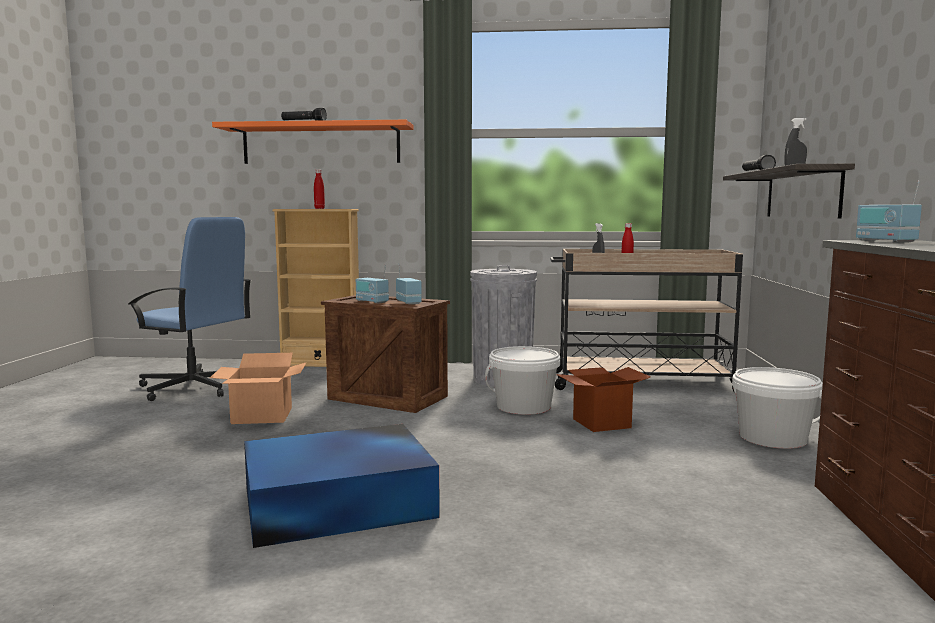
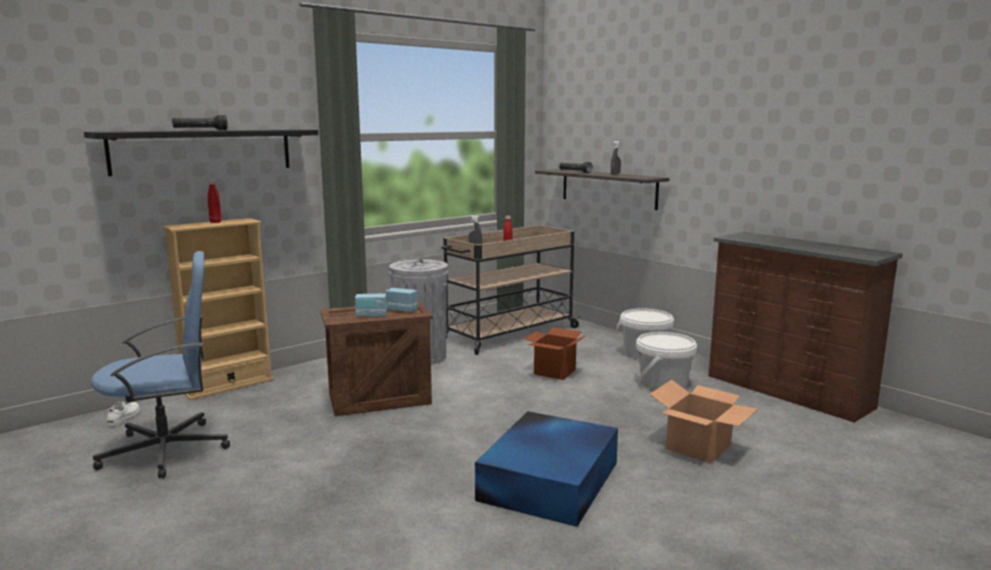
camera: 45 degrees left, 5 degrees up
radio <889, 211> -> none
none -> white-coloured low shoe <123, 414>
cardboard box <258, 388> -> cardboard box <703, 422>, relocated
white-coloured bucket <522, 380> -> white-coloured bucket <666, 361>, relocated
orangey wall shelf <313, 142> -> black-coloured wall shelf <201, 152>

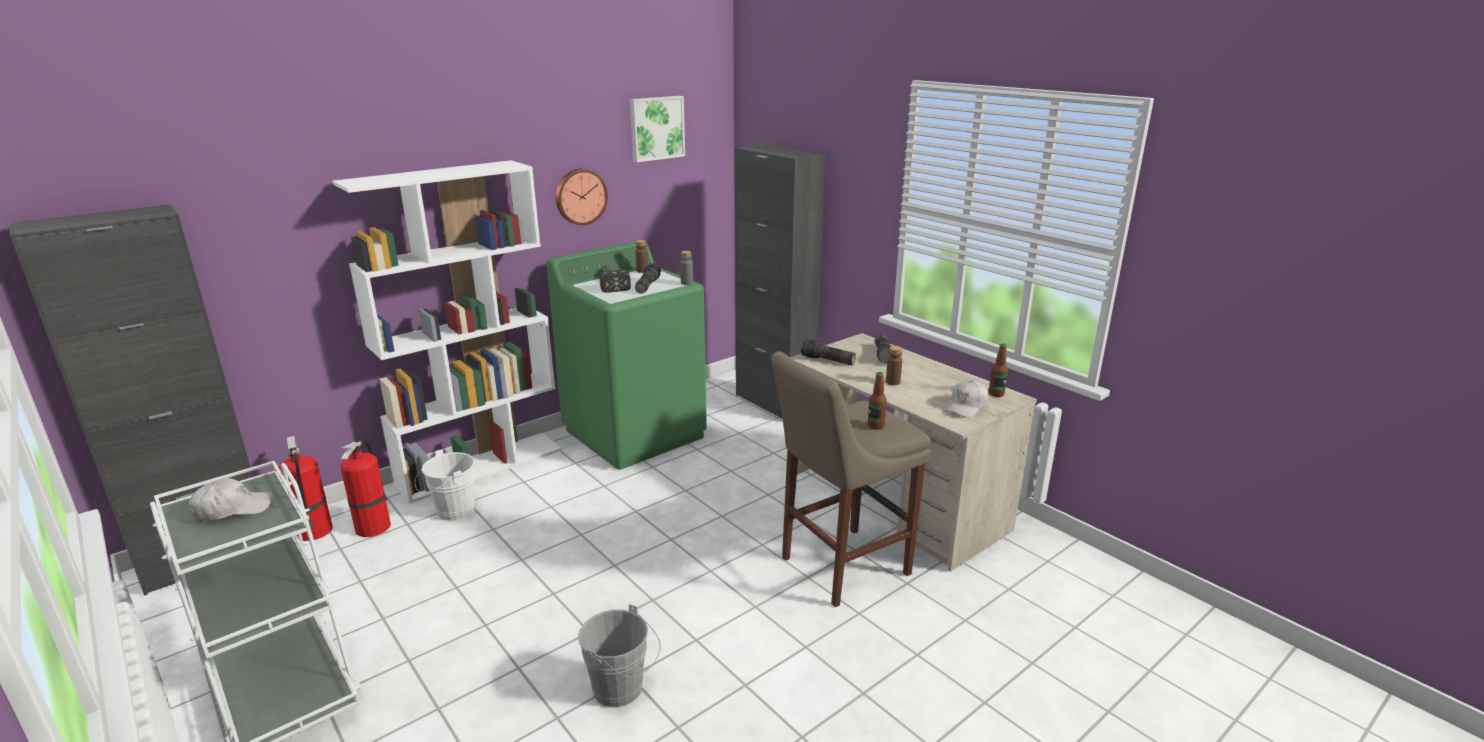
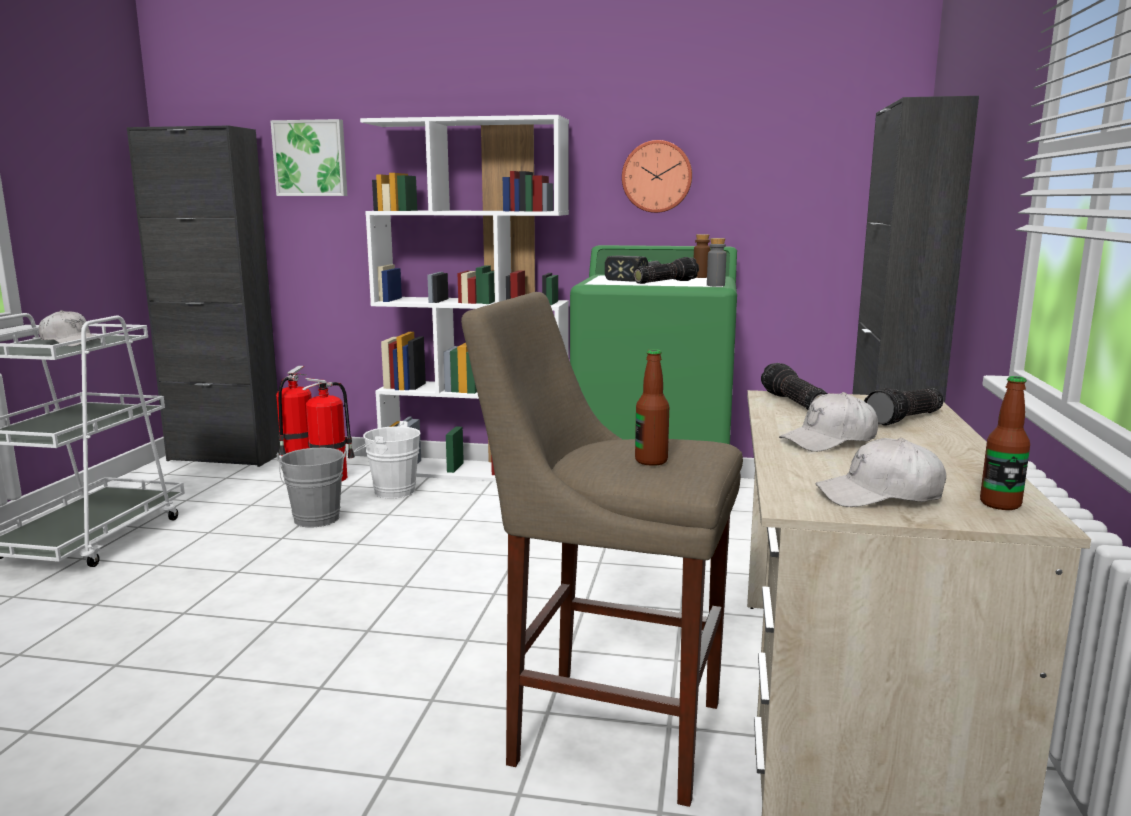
camera: 50 degrees right, 10 degrees down
grey bucket <619, 656> -> grey bucket <312, 488>, relocated
wall art <657, 129> -> wall art <308, 157>, relocated
brown-coloured drink bottle <894, 365> -> white-coloured baseball cap <828, 422>

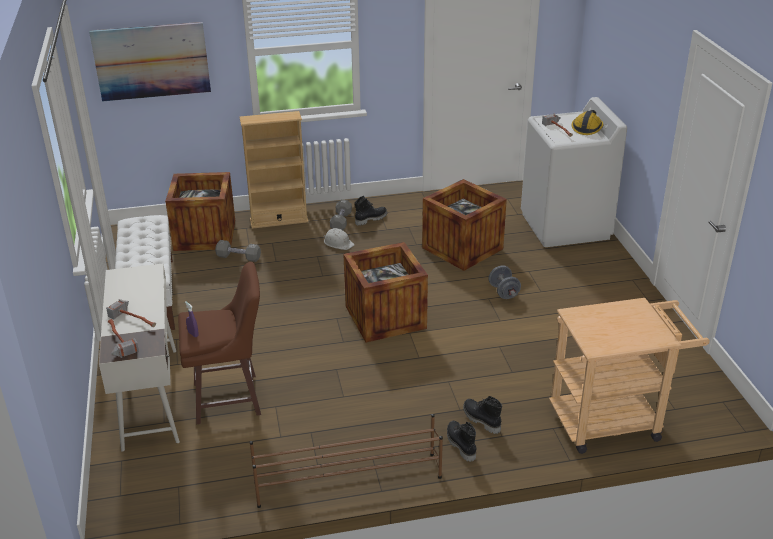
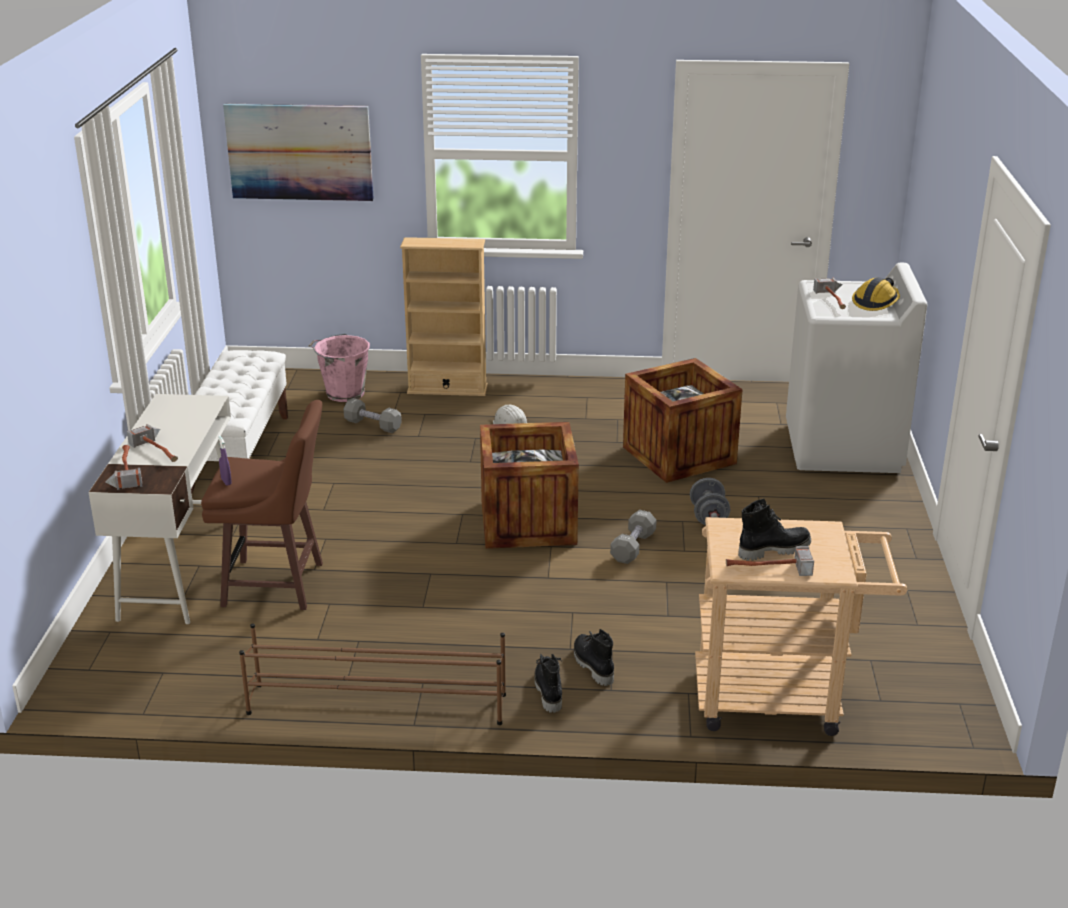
camera: 15 degrees right, 5 degrees down
none -> hammer <770, 561>
grey dumbbell <341, 215> -> grey dumbbell <633, 537>, relocated
black-coloured boot <371, 211> -> black-coloured boot <774, 530>, relocated
shipping crate <200, 211> -> pinkish bucket <339, 368>

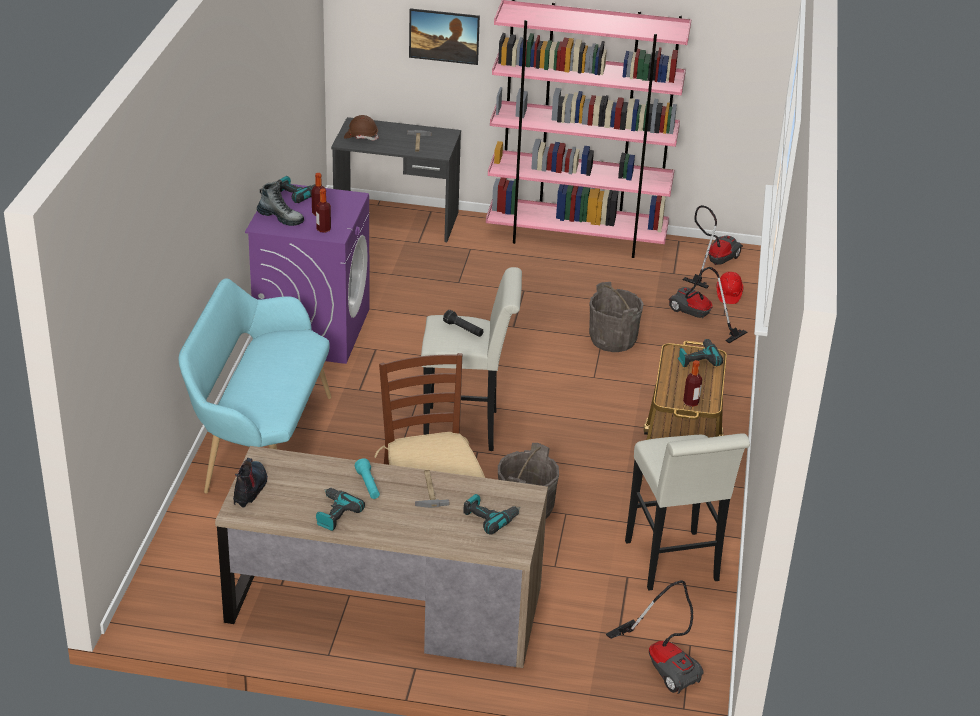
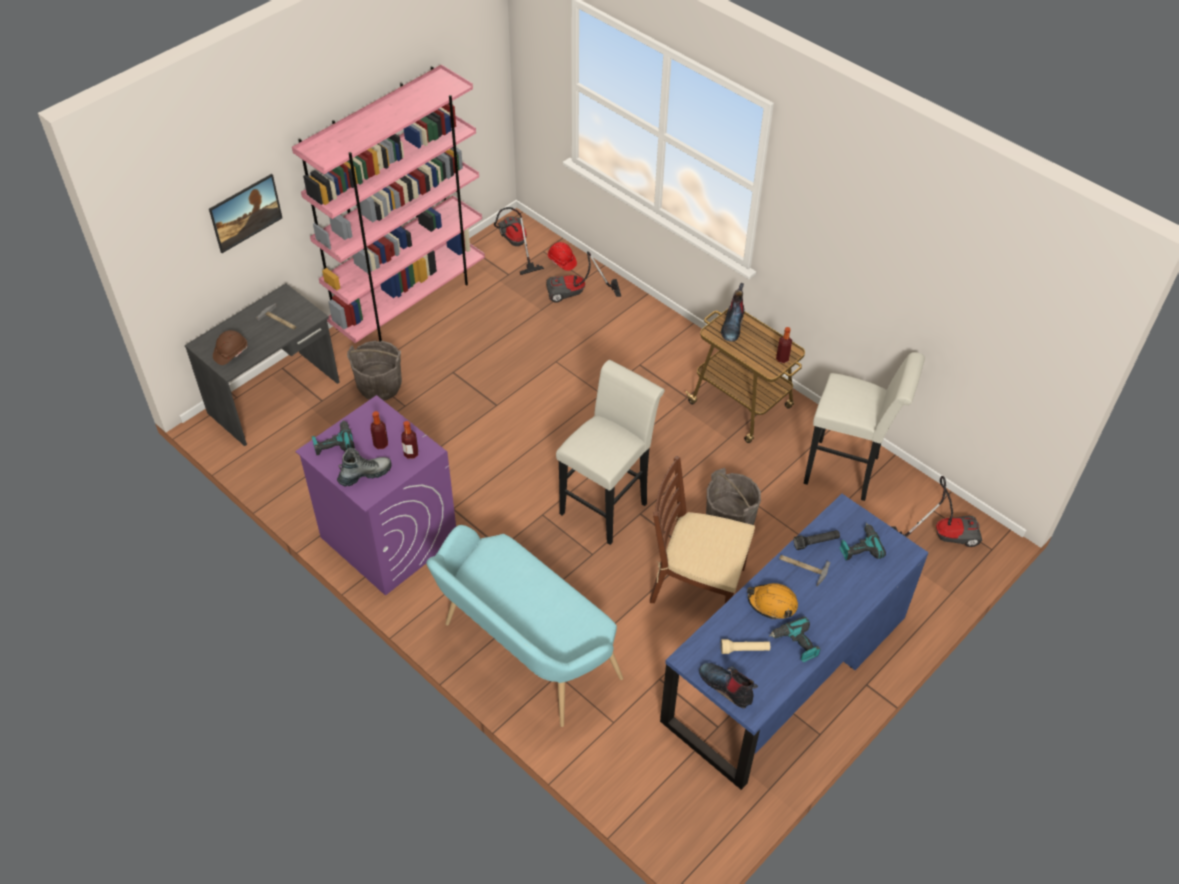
camera: 55 degrees left, 15 degrees up
none -> beige hand torch <745, 646>
black-coloured hand torch <463, 323> -> black-coloured hand torch <817, 540>, relocated
grey bucket <616, 317> -> grey bucket <374, 370>, relocated
turquoise-coloured hand torch <367, 478> -> orangey work helmet <772, 601>
power drill <700, 353> -> boot <732, 312>
brown-coloured desk unit <381, 557> -> bluish desk unit <794, 642>

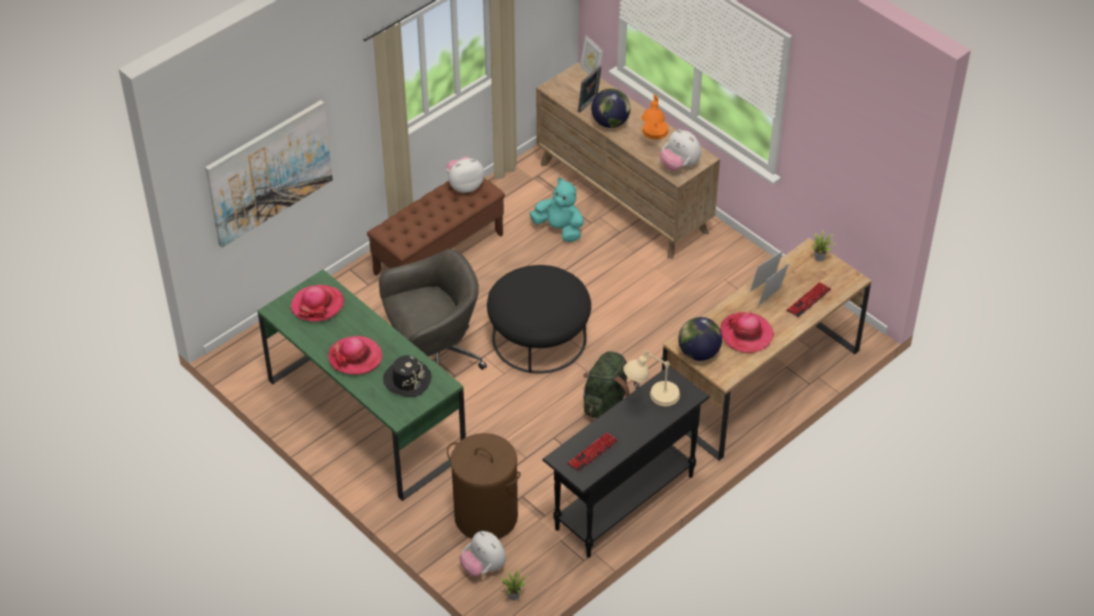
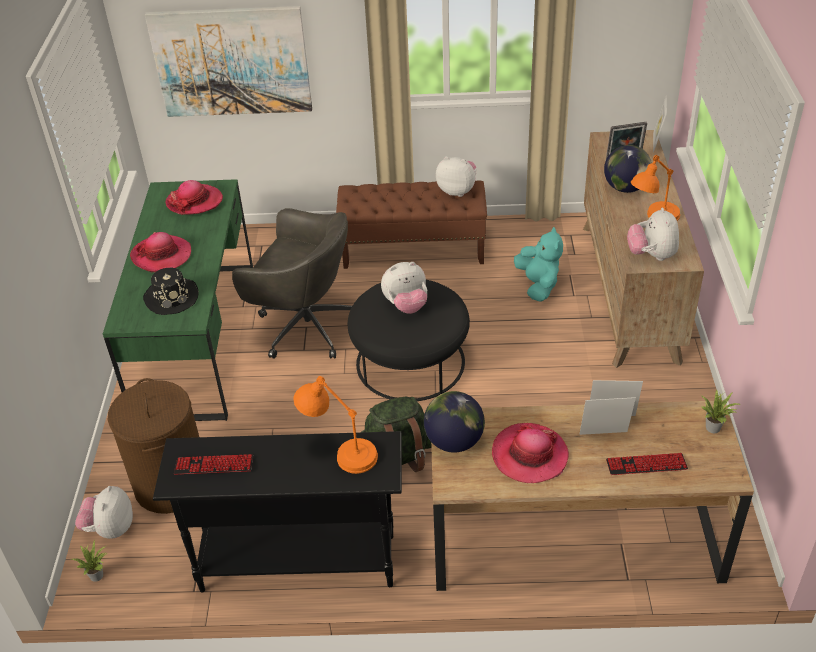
camera: 45 degrees right, 5 degrees down
none -> soft toy <404, 288>
beige tabletop lamp <651, 378> -> orangey tabletop lamp <335, 425>

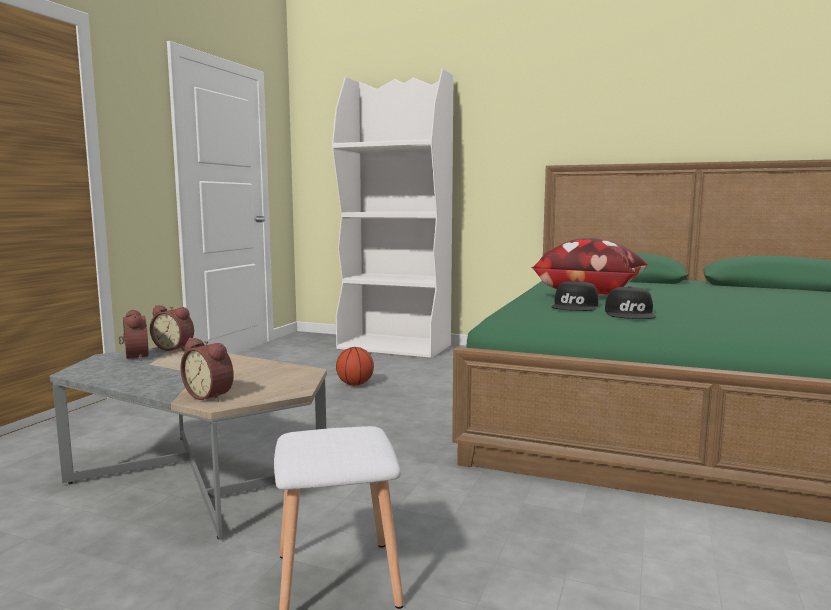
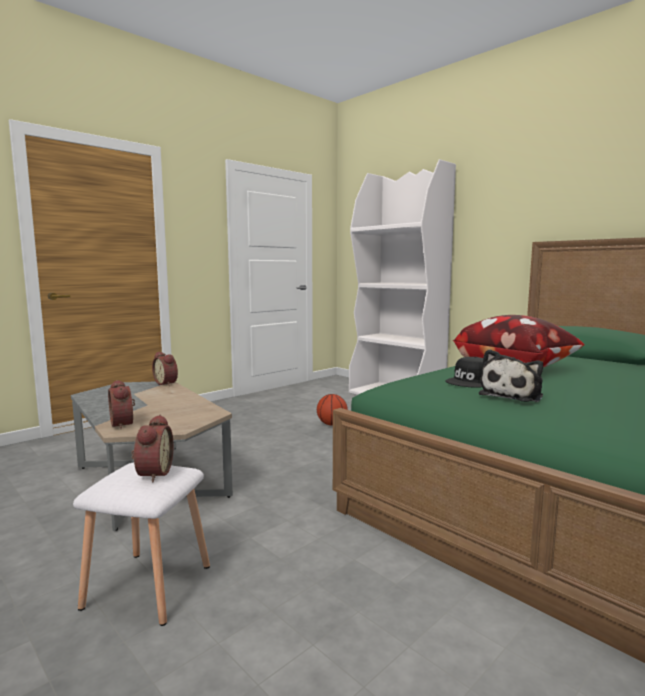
camera: 25 degrees right, 0 degrees up
table clock <133, 335> -> table clock <152, 449>, relocated
black-coloured baseball cap <630, 302> -> soft toy <511, 375>

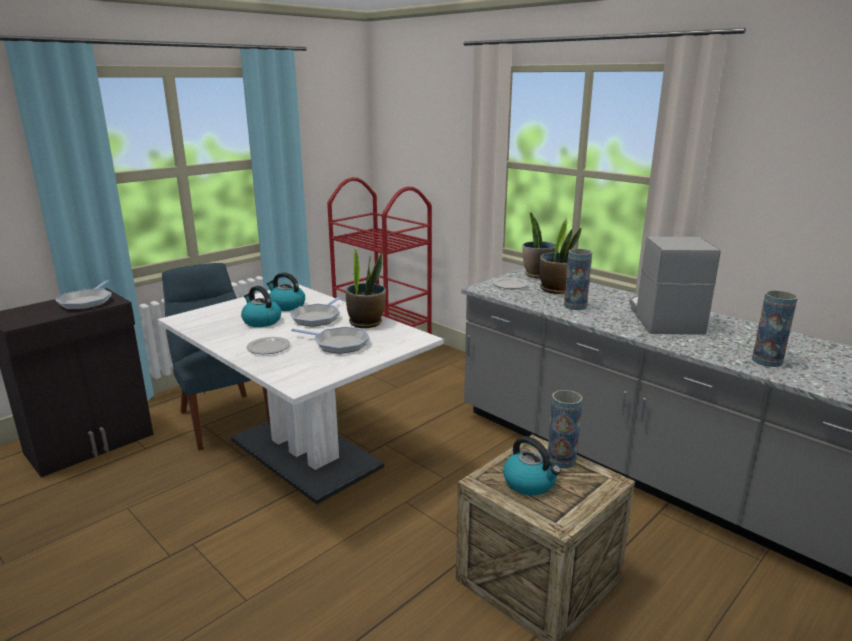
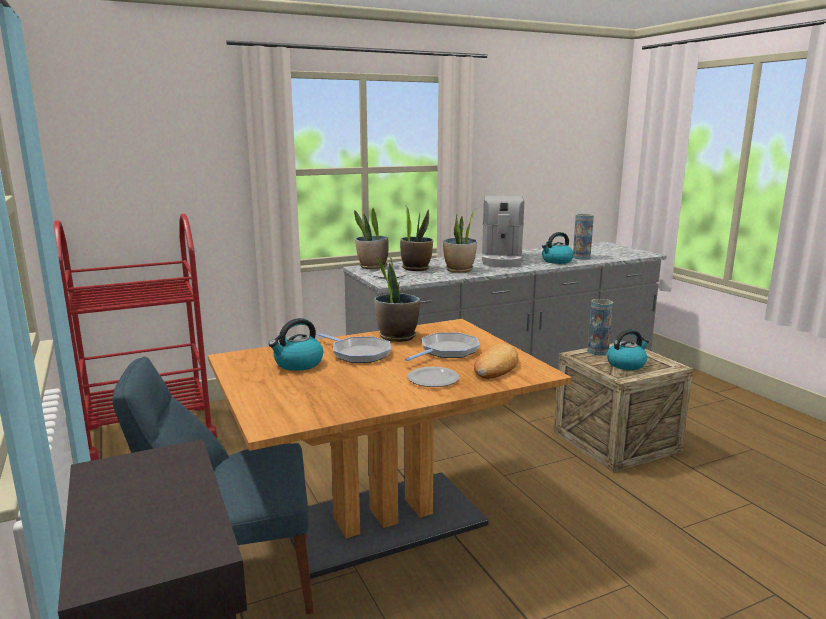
camera: 70 degrees left, 5 degrees down
pan <83, 295> -> none
none -> bread <496, 361>
water kettle <261, 306> -> water kettle <558, 248>, relocated
vase <578, 279> -> houseplant <460, 240>
white-coloured kitchen table <300, 394> -> brown-coloured kitchen table <390, 449>
coffee maker <675, 286> -> coffee maker <503, 231>, 105 degrees counterclockwise

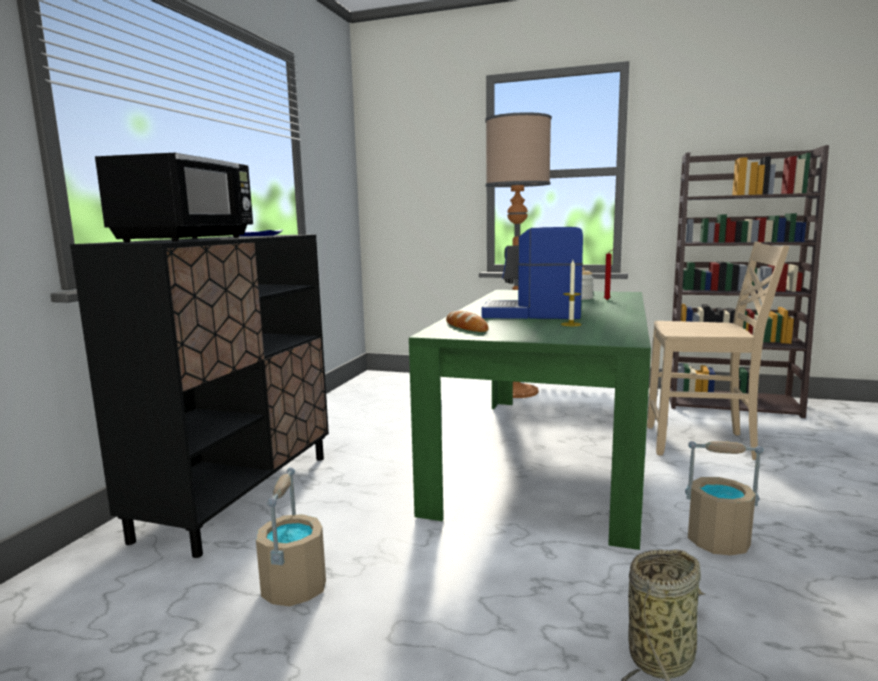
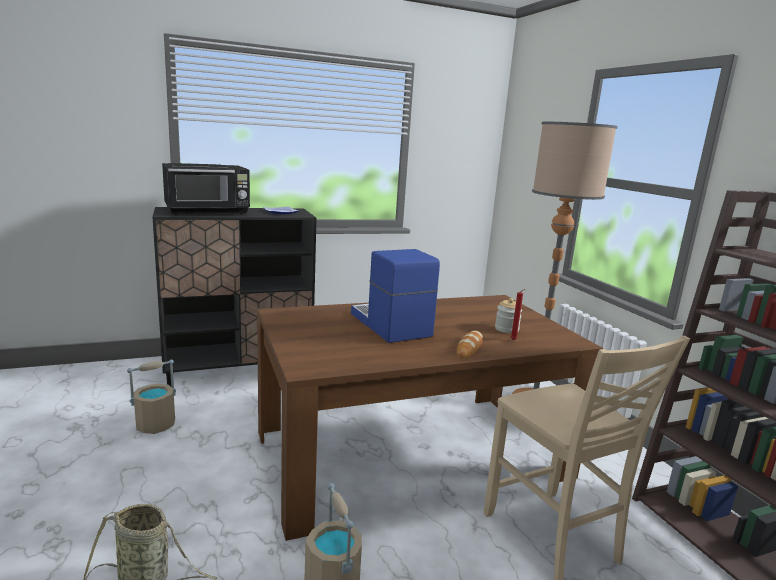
camera: 50 degrees right, 5 degrees up
candle <571, 293> -> none
bread <467, 321> -> bread <469, 344>, relocated
greenish kitchen table <530, 420> -> brown-coloured kitchen table <430, 418>

